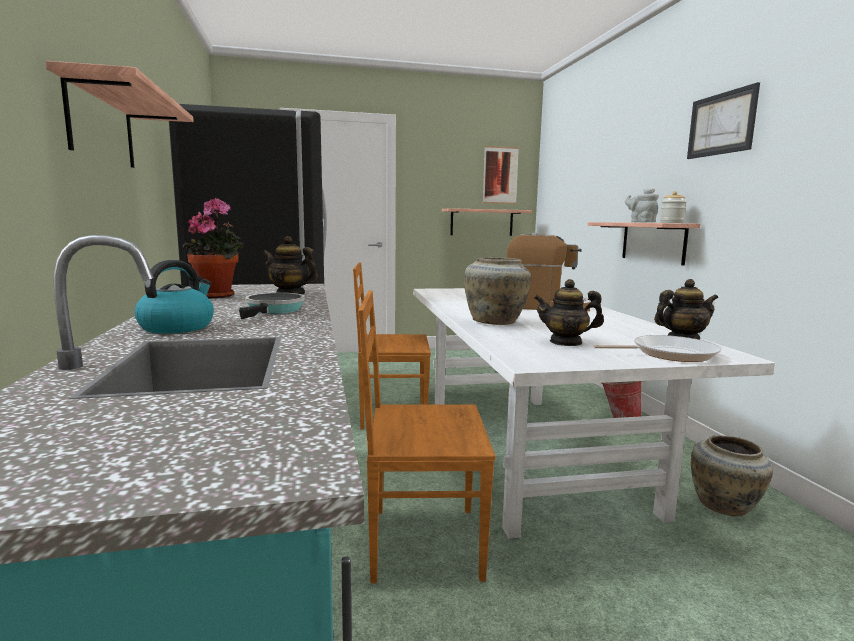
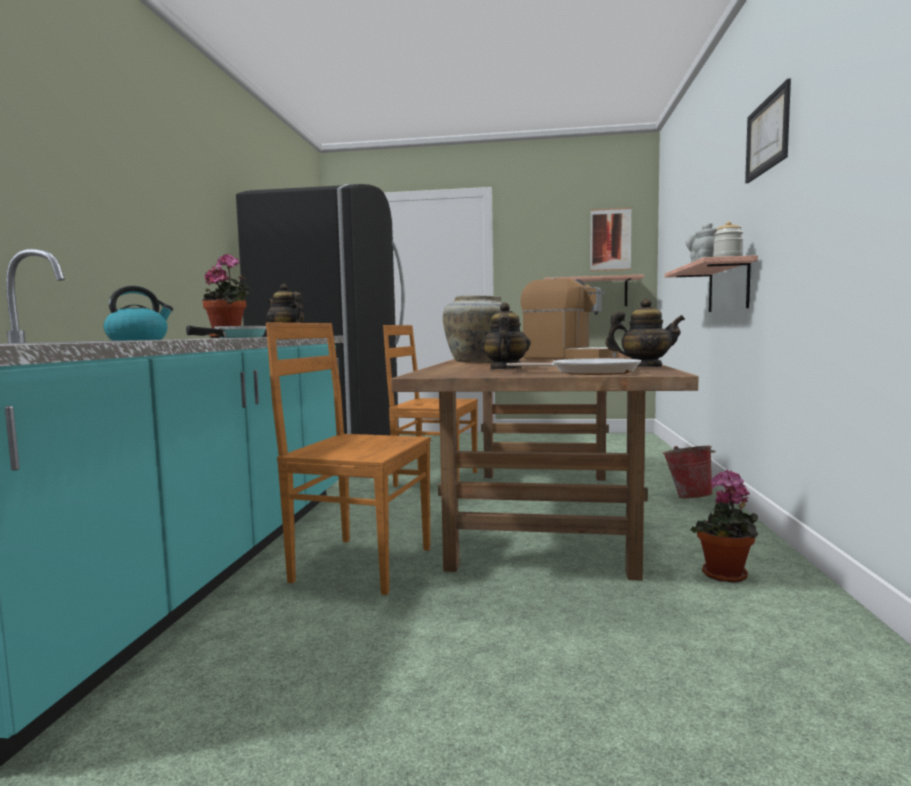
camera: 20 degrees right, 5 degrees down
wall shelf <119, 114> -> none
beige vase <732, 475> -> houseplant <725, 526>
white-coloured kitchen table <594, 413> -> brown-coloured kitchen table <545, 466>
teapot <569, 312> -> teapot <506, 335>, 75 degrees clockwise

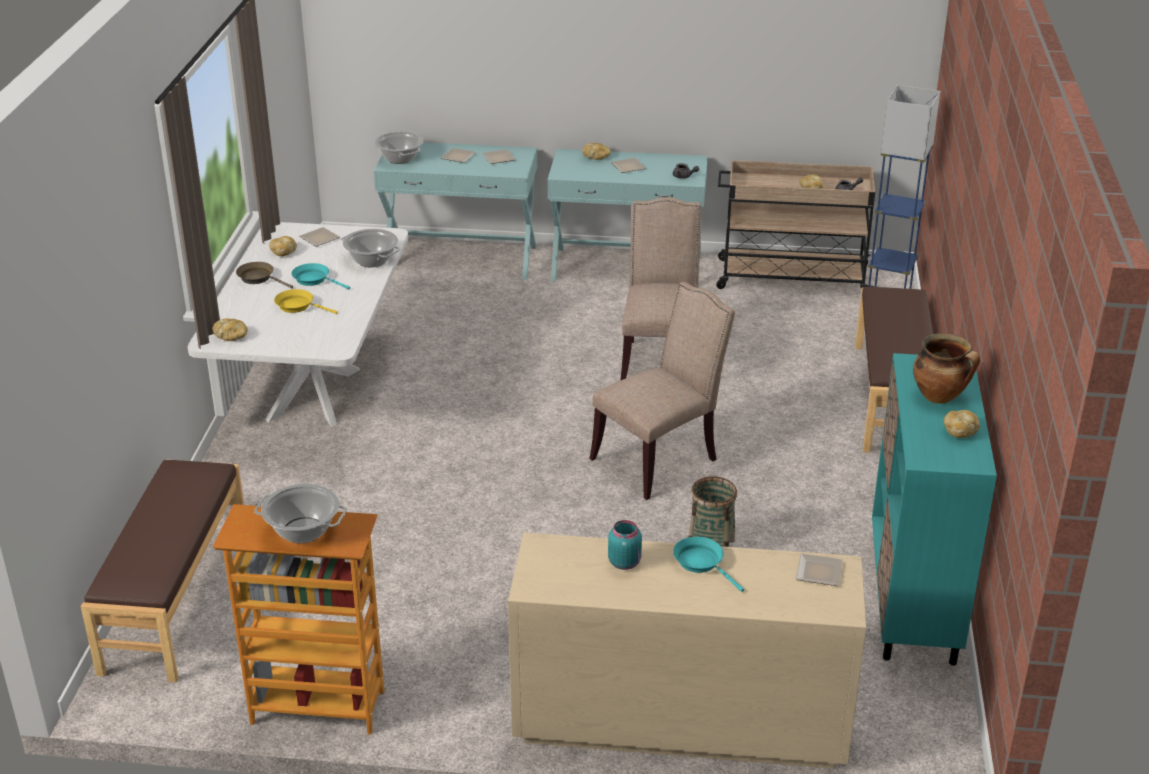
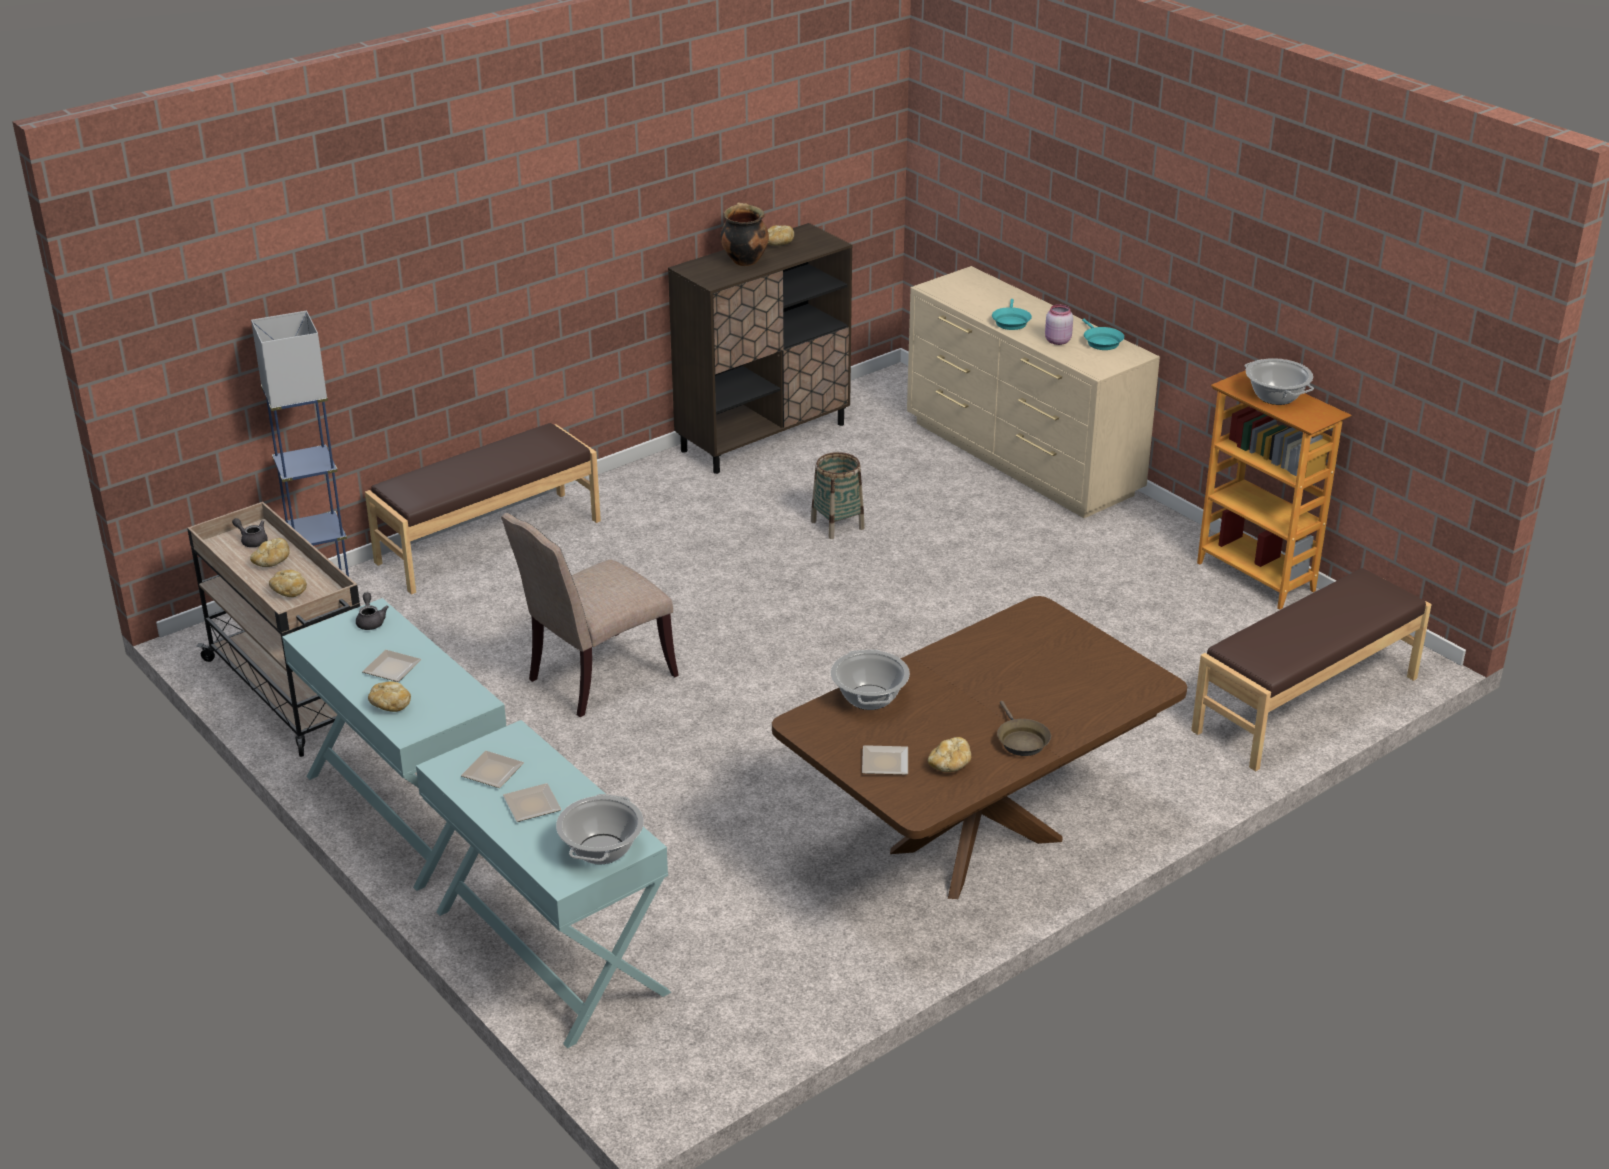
camera: 135 degrees left, 0 degrees up
yellow-coloured pan <306, 301> -> none
beige plain chair <662, 391> -> none
flat dish <819, 569> -> none
bread <230, 330> -> bread <288, 583>, relocated
turquoise-coloured pan <320, 276> -> turquoise-coloured pan <1103, 334>, relocated
white-coloured kitchen table <298, 324> -> brown-coloured kitchen table <979, 747>
turquoise-coloured storage jar <625, 545> -> pinkish storage jar <1059, 324>
turquoise-coloured cupboard <934, 509> -> brown-coloured cupboard <760, 348>

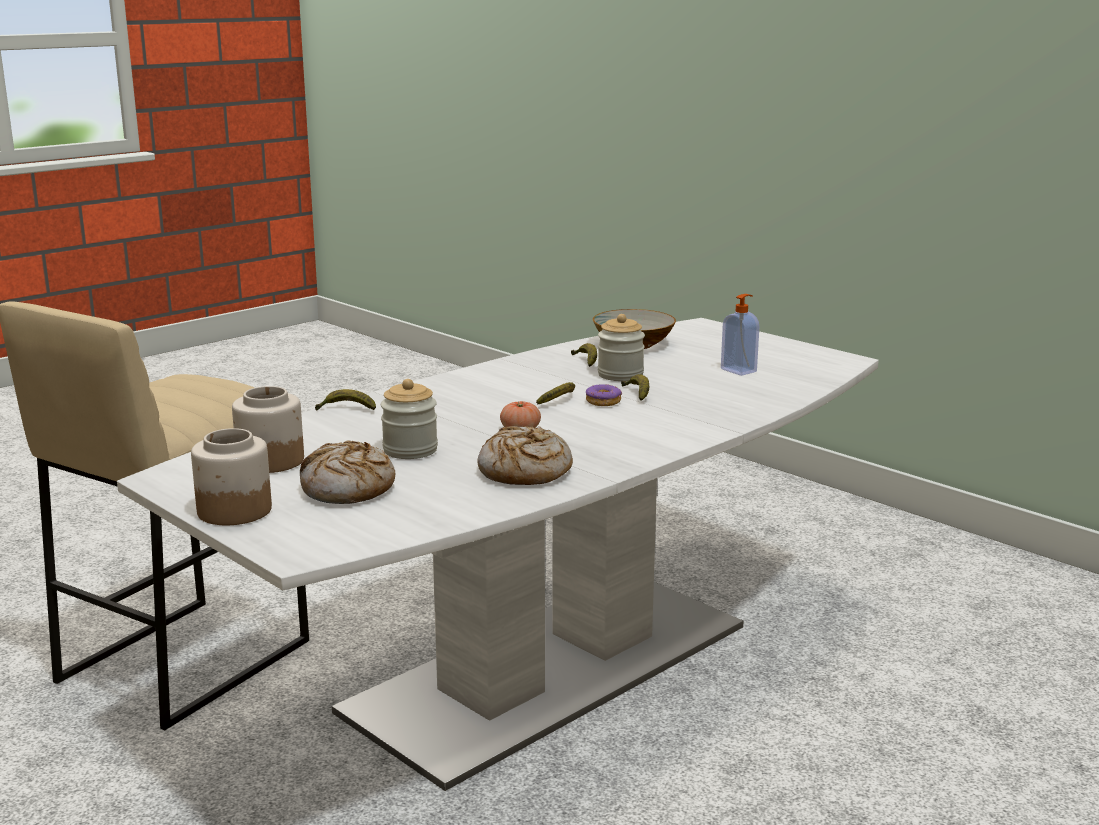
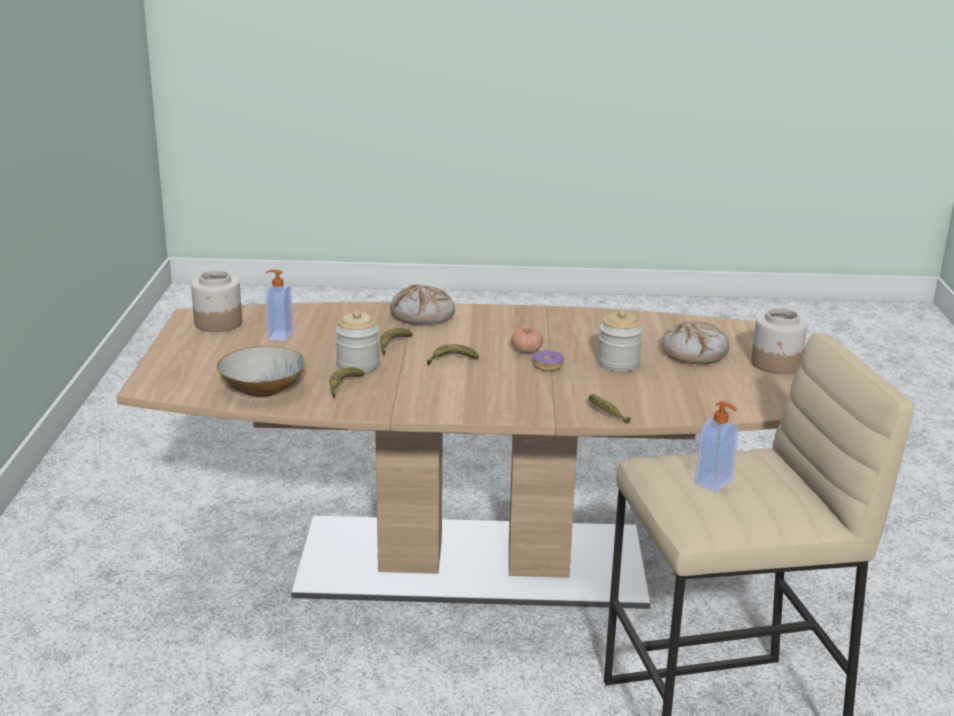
camera: 135 degrees left, 5 degrees up
none -> liquid soap bottle <717, 446>
storage jar <268, 429> -> storage jar <216, 301>, relocated
bread <525, 455> -> bread <422, 304>, relocated
ring doughnut <604, 395> -> ring doughnut <548, 360>, relocated
white-coloured kitchen table <498, 554> -> brown-coloured kitchen table <456, 455>

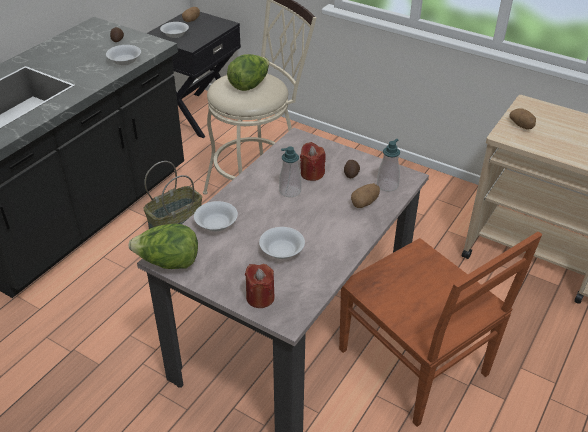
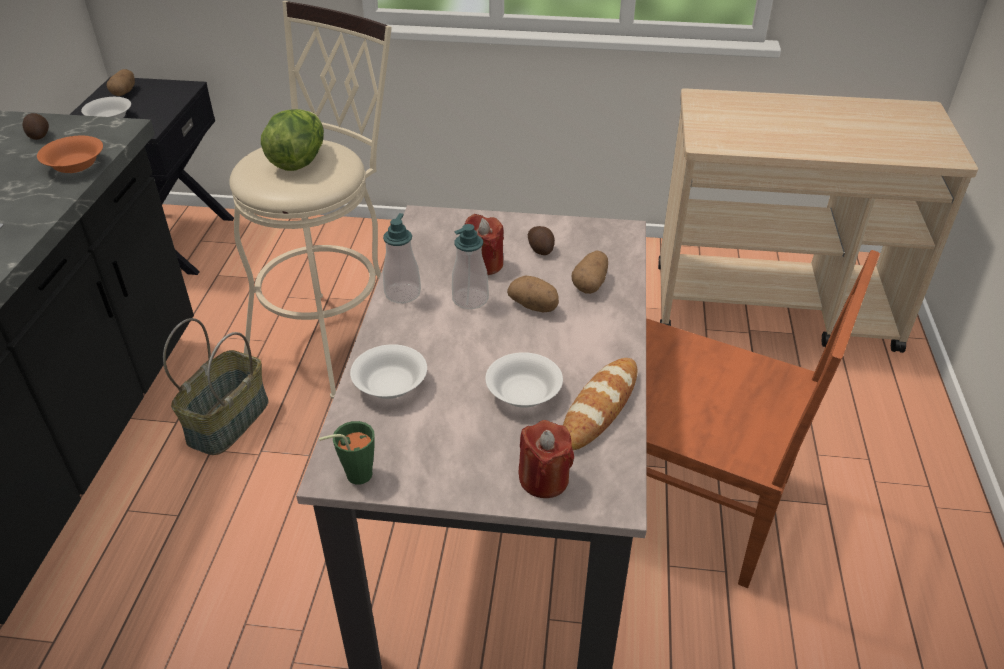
camera: 25 degrees left, 0 degrees up
none -> bread <600, 404>
liquid soap bottle <388, 165> -> liquid soap bottle <402, 258>, relocated
potato <522, 118> -> potato <533, 294>, relocated
head of lettuce <163, 246> -> greenish small cup <347, 453>
white-coloured serving bowl <123, 55> -> orangey serving bowl <70, 154>

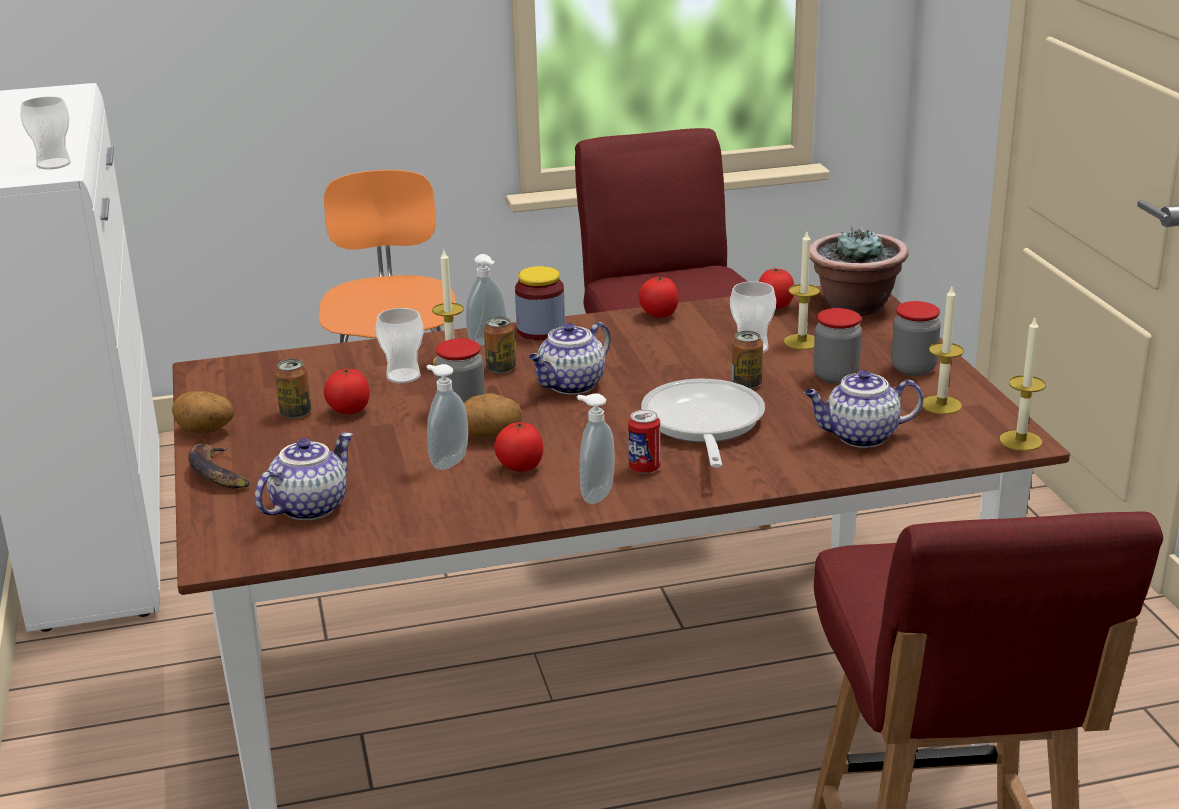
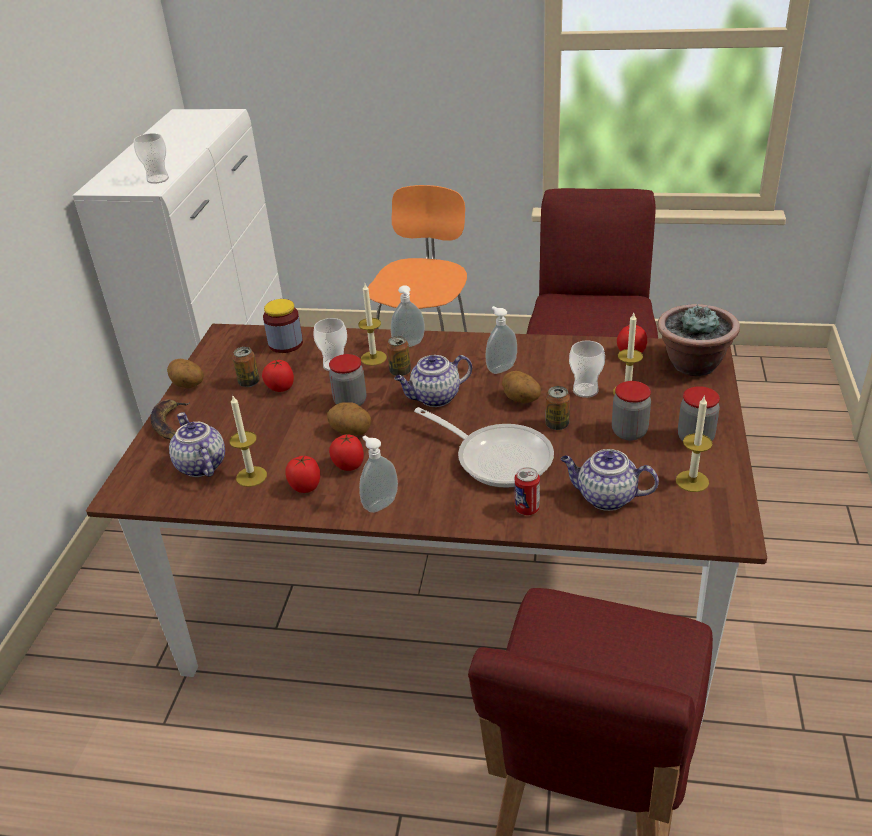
camera: 25 degrees right, 10 degrees up
none -> potato <521, 387>
liquid soap bottle <447, 417> -> liquid soap bottle <501, 340>, relocated
storage jar <540, 303> -> storage jar <283, 326>, relocated
can <644, 442> -> can <527, 491>, relocated
fresh tomato <658, 297> -> fresh tomato <302, 474>, relocated
candle <1023, 384> -> candle <248, 441>, relocated
teapot <304, 477> -> teapot <197, 444>, 90 degrees counterclockwise
pan <703, 423> -> pan <484, 447>, 105 degrees clockwise

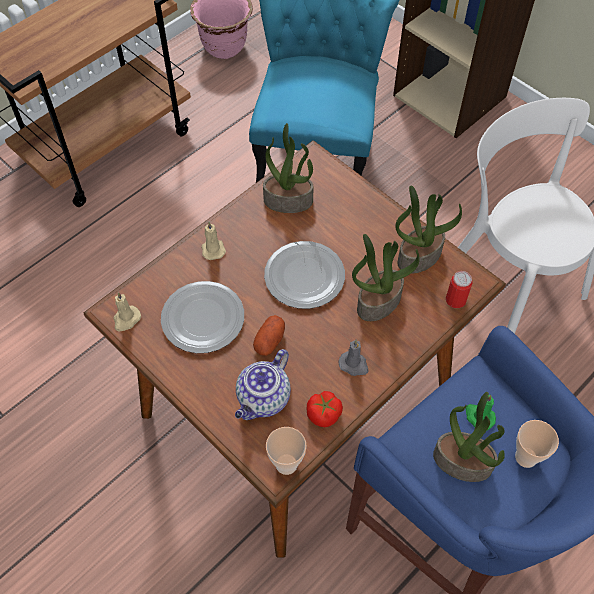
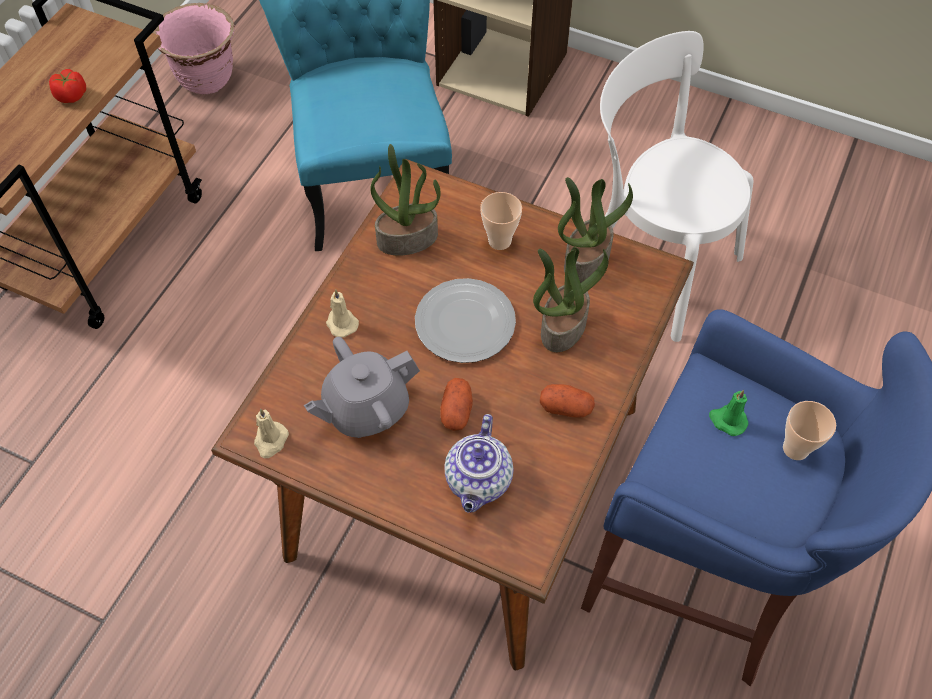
camera: 20 degrees left, 0 degrees up
houseplant <469, 437> -> none
can <459, 289> -> none
small cup <286, 451> -> small cup <501, 221>, relocated
fresh tomato <325, 409> -> fresh tomato <67, 86>, relocated
flat dish <202, 317> -> grey teapot <362, 387>
grey candle <354, 357> -> potato <567, 401>

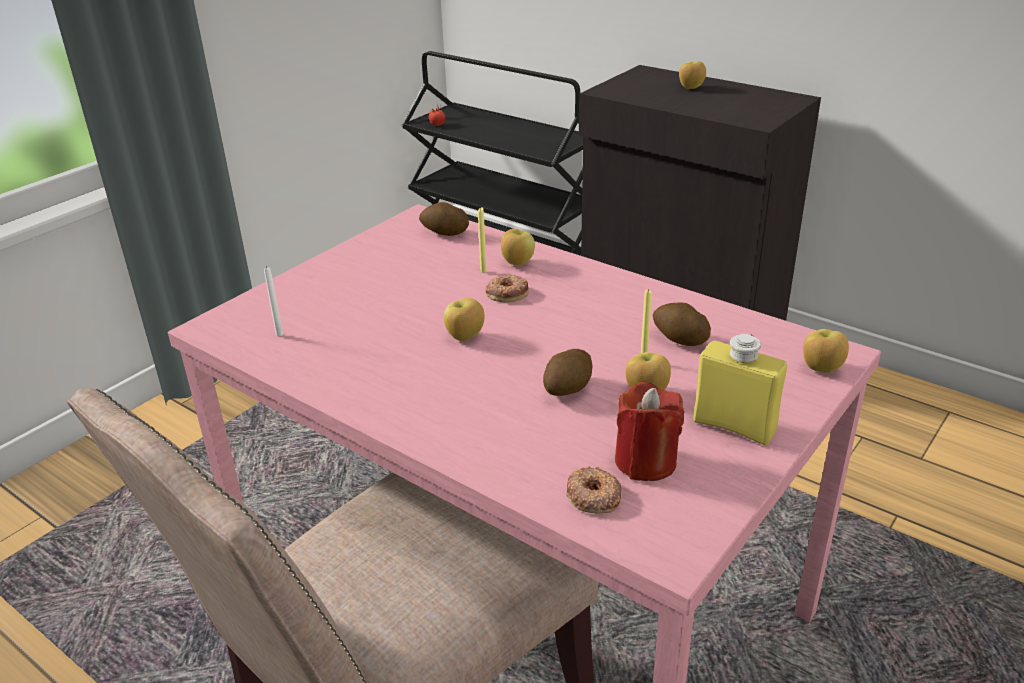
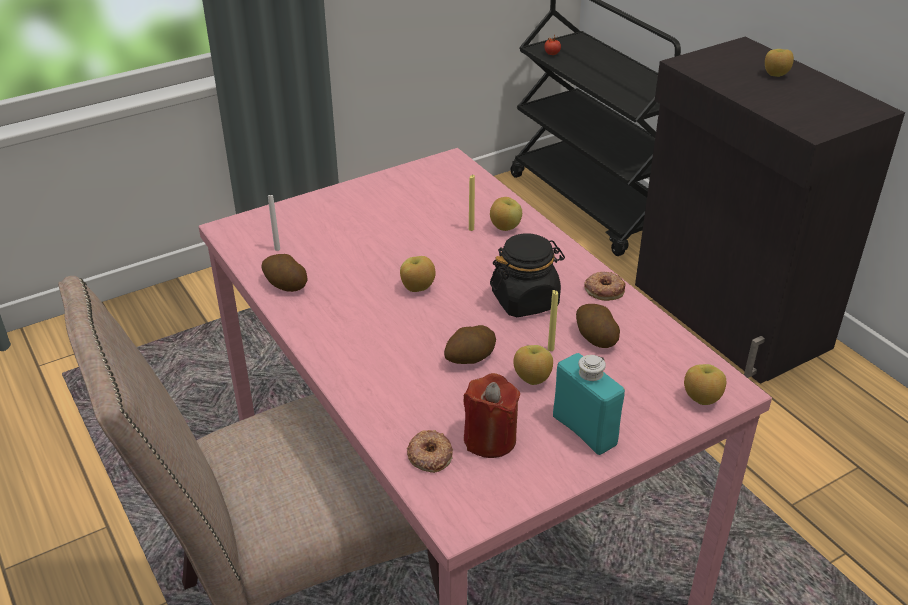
camera: 20 degrees right, 5 degrees up
none -> black-coloured storage jar <527, 275>
potato <444, 219> -> potato <285, 273>, relocated
ring doughnut <507, 288> -> ring doughnut <605, 286>, relocated
yellow-coloured drink bottle <740, 390> -> turquoise-coloured drink bottle <589, 404>

